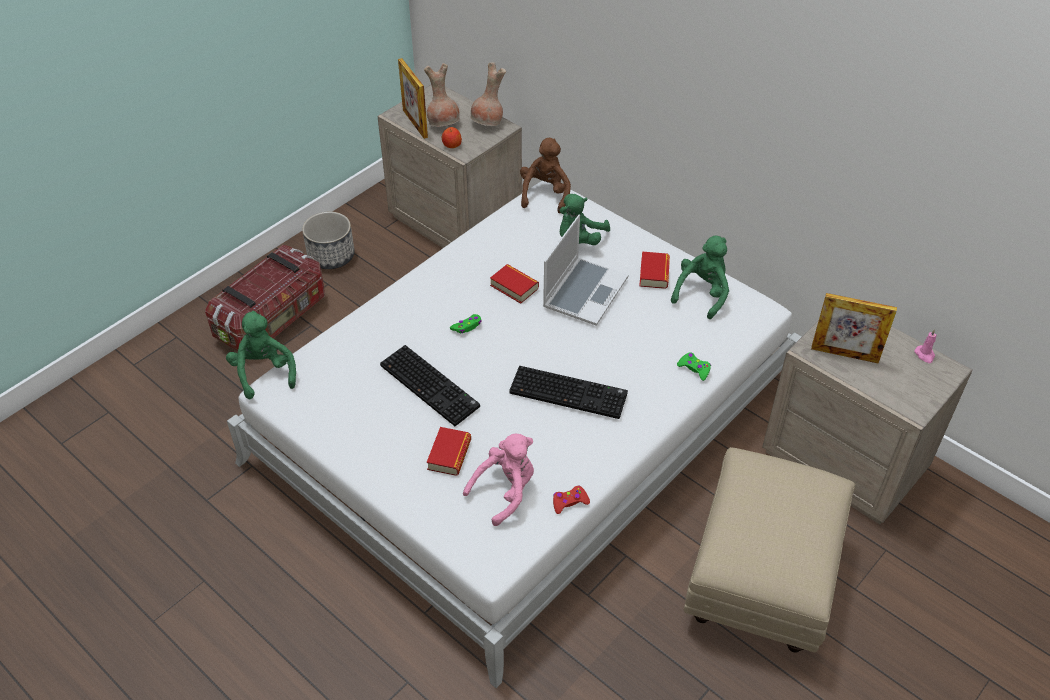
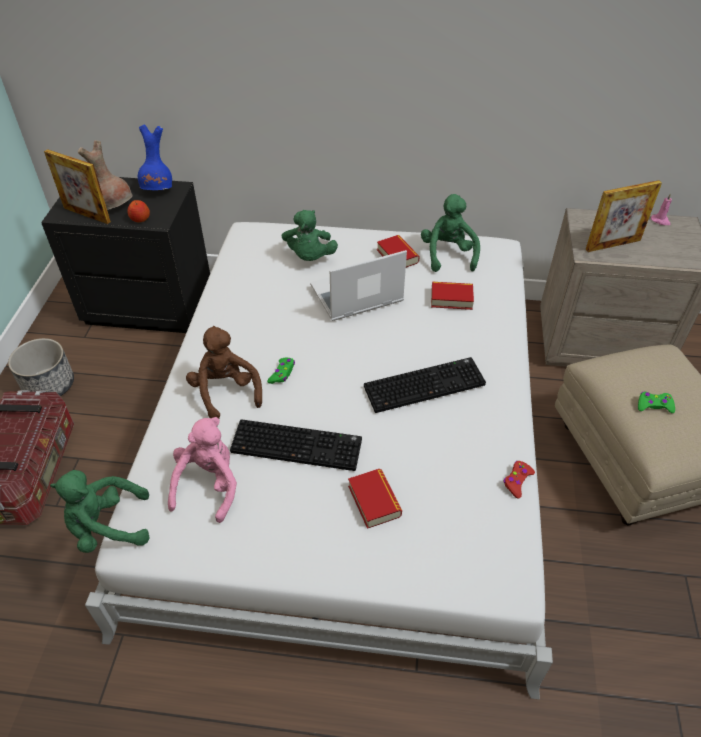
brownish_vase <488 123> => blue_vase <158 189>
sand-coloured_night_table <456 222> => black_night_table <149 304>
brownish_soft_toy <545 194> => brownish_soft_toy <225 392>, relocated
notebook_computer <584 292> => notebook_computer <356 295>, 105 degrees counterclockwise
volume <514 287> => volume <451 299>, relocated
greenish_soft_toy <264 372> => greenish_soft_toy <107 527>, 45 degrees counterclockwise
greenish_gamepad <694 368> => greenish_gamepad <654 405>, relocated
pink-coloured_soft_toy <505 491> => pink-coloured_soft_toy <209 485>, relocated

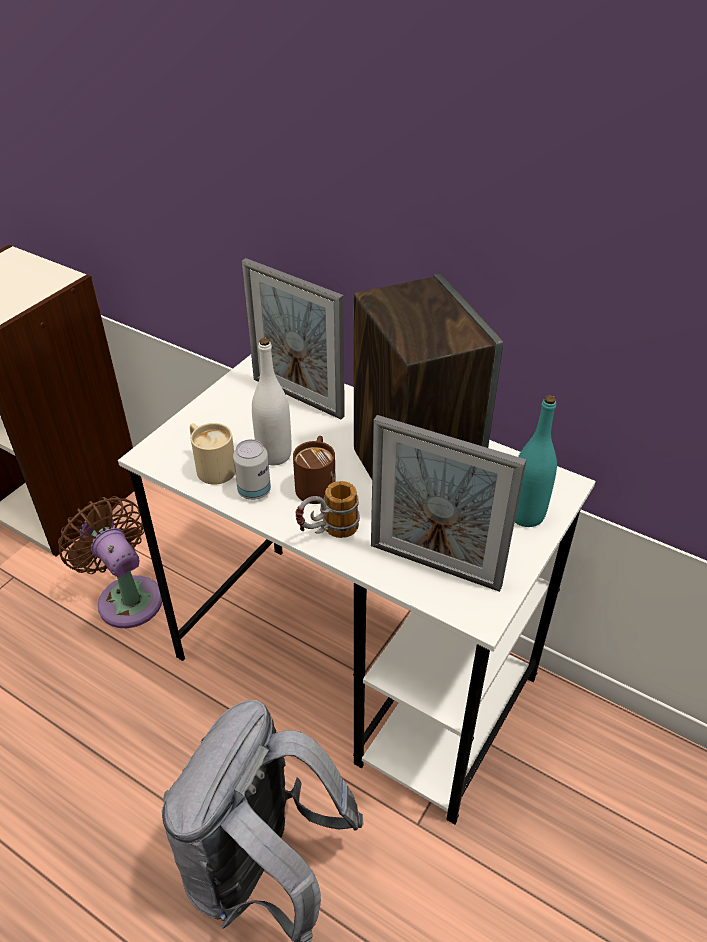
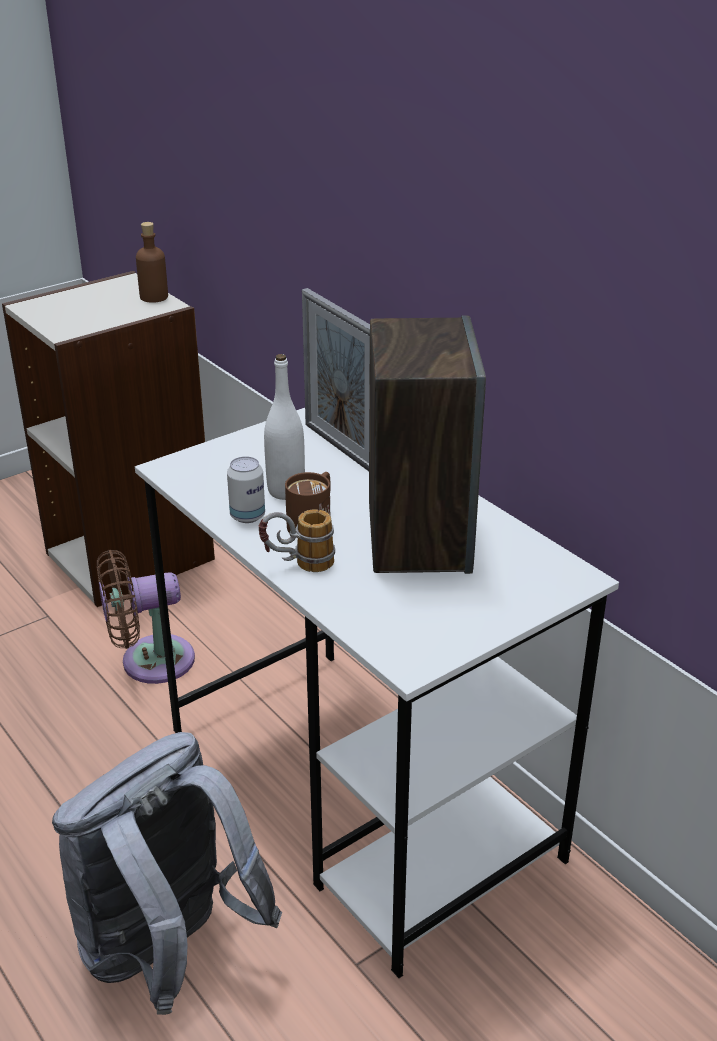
turquoise_drink_bottle <526 515> => nothing
photo_frame <434 565> => nothing
sand-coloured_tea_mug <211 466> => nothing
brownish_electric_fan <127 597> => brownish_electric_fan <150 661>, 90 degrees counterclockwise
nothing => brownish_drink_bottle <154 297>

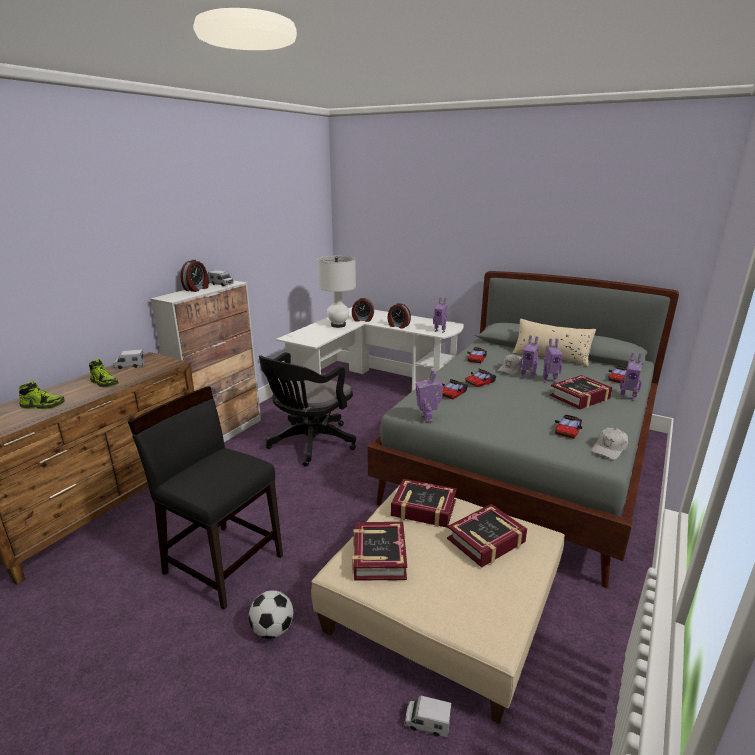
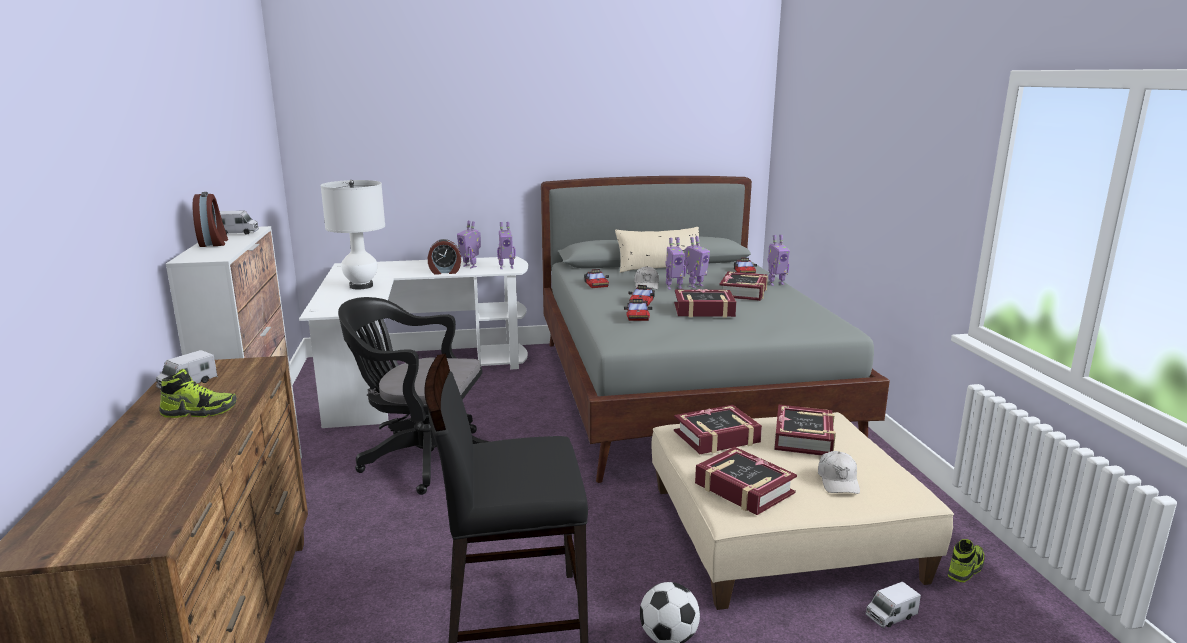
alarm_clock <362 320> => nothing
black_desk_chair <309 444> => black_desk_chair <422 458>, 105 degrees clockwise
robot_figure <427 418> => robot_figure <470 266>, relocated
shoe <43 405> => shoe <965 569>, relocated
miniature_car <568 430> => nothing
white_peaked_cap <609 449> => white_peaked_cap <838 481>, relocated
nothing => volume <704 310>

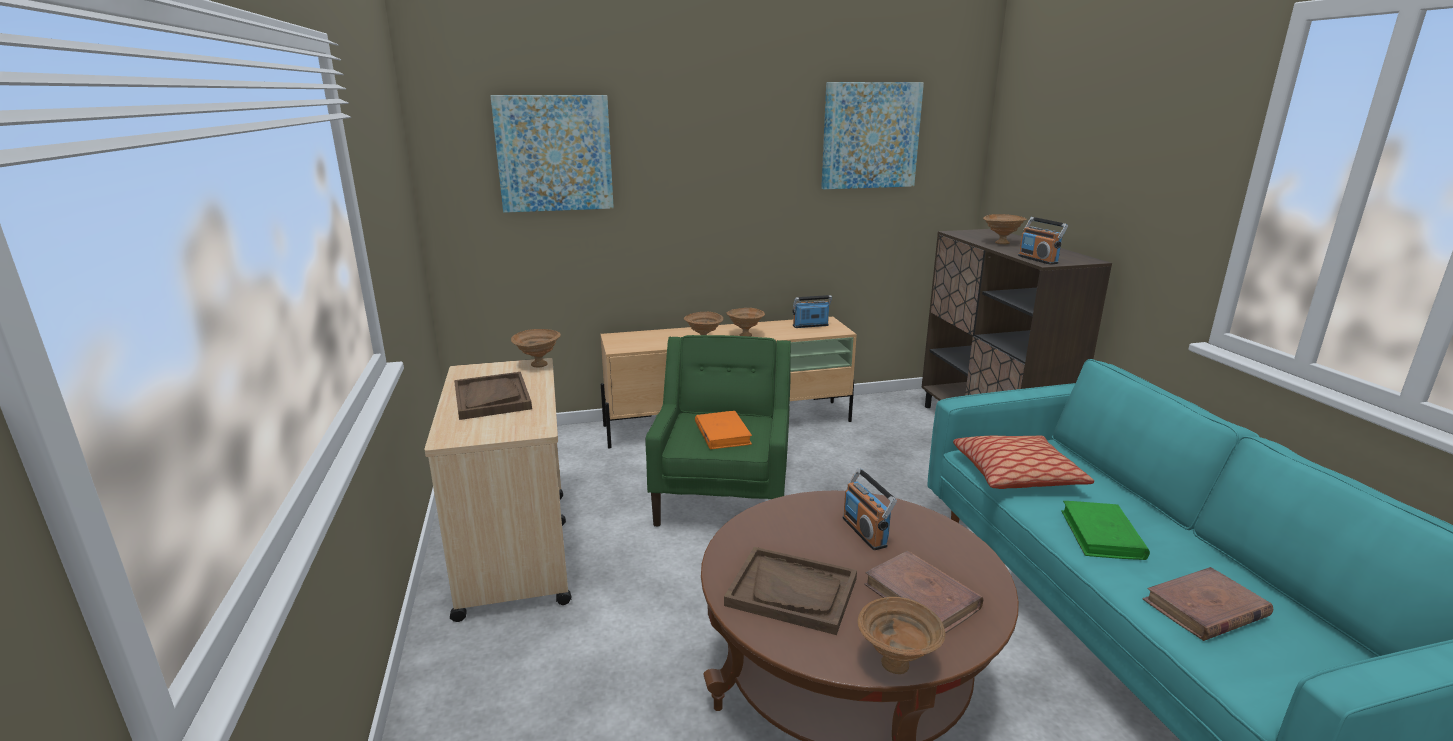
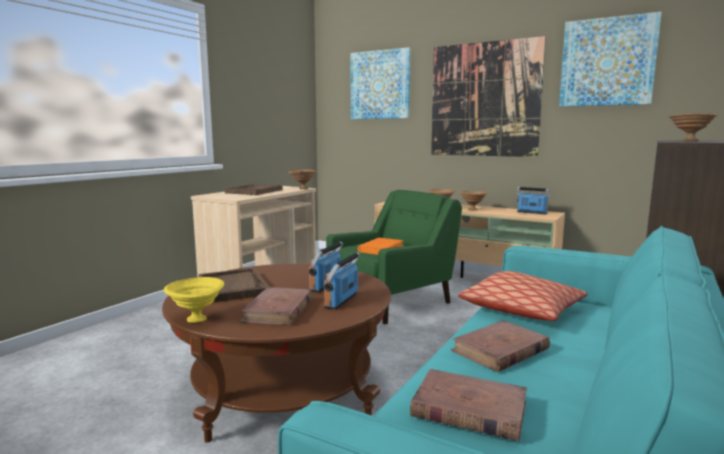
radio_set <1038 260> => radio_set <341 301>, relocated
greenish_volume <1102 535> => brownish_volume <500 350>
brownish_bowl <897 664> => yellow-coloured_bowl <197 320>
nothing => wall_picture <484 100>

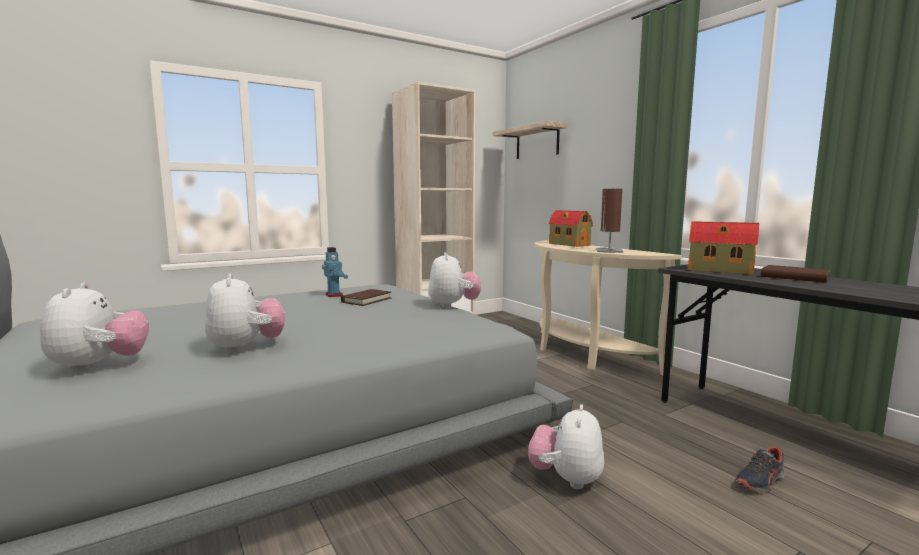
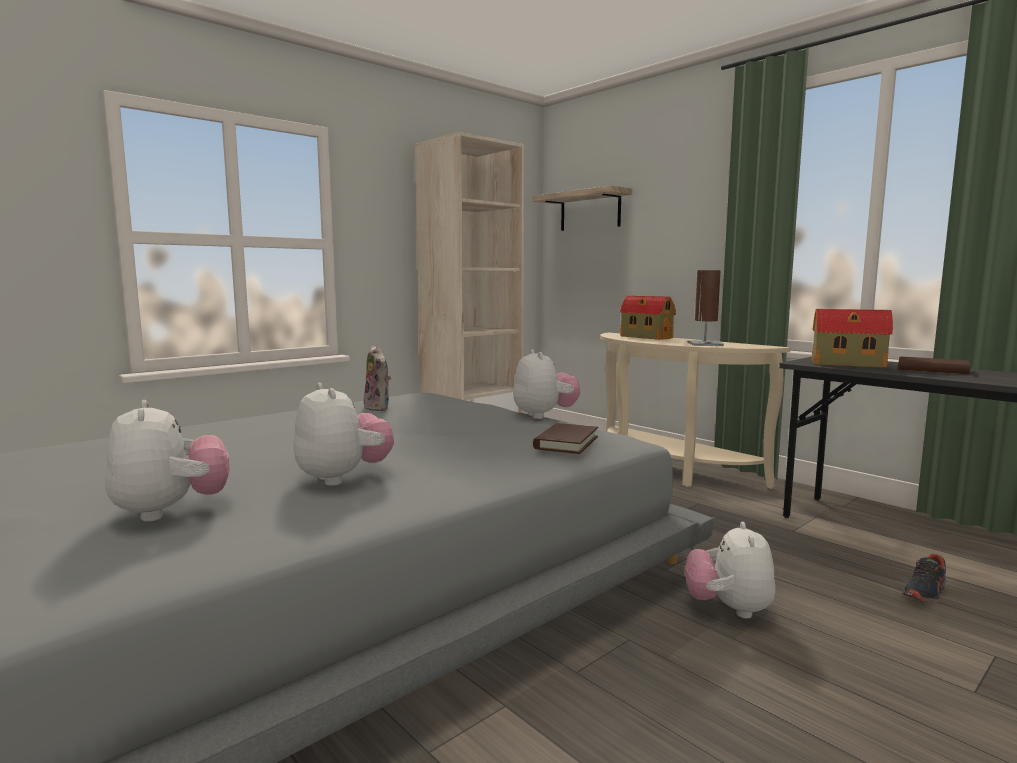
robot_figure <334 295> => soft_toy <379 408>
brownish_volume <366 300> => brownish_volume <566 442>, relocated

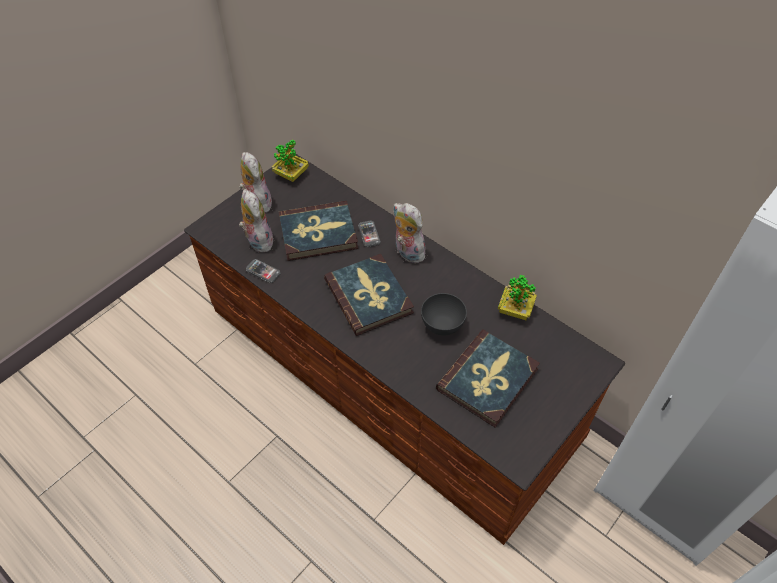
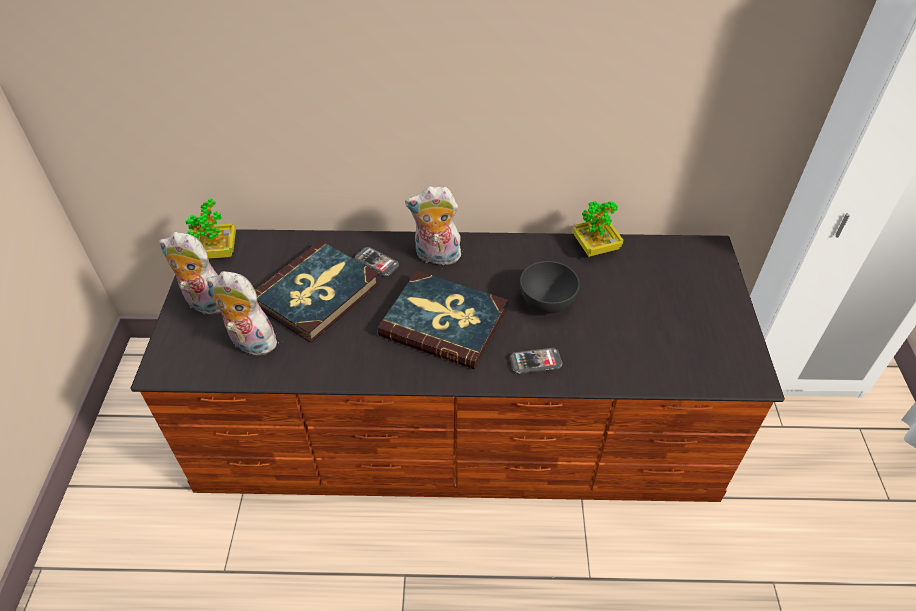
telephone <263 271> => telephone <535 362>, relocated
volume <488 379> => nothing

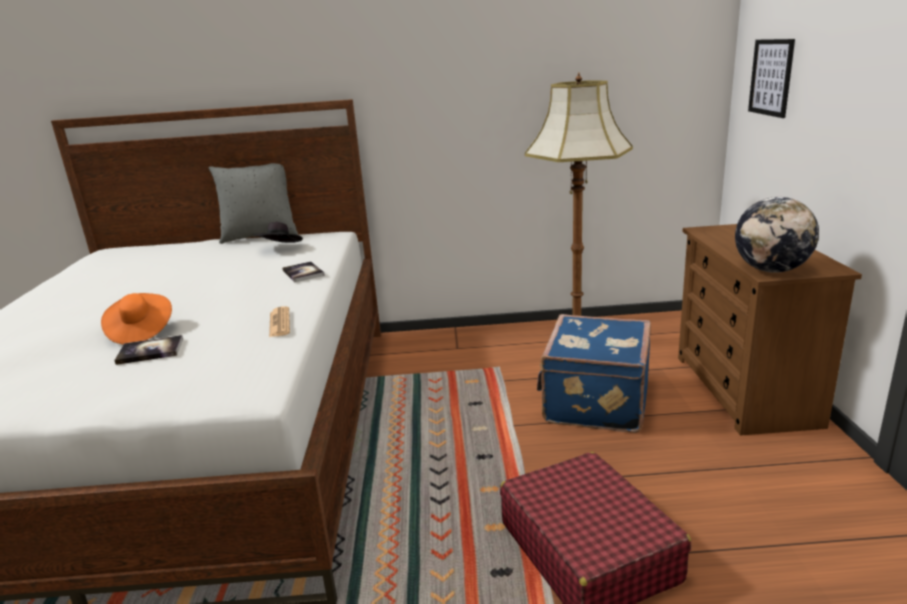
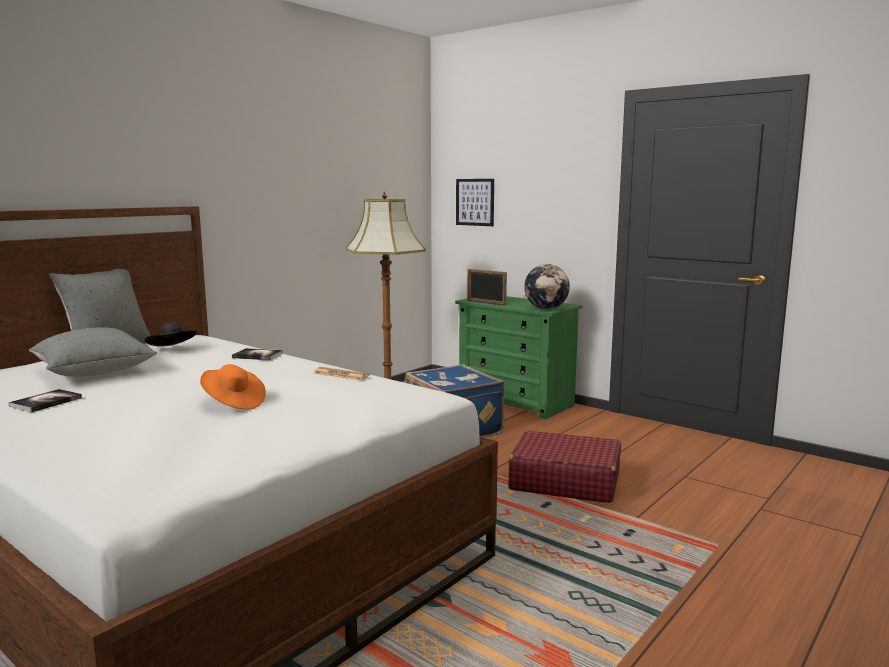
brownish_chest_of_drawers <744 390> => greenish_chest_of_drawers <516 402>
volume <150 351> => volume <46 402>, relocated
nothing => photo_frame <486 303>
nothing => gray_pillow <94 372>

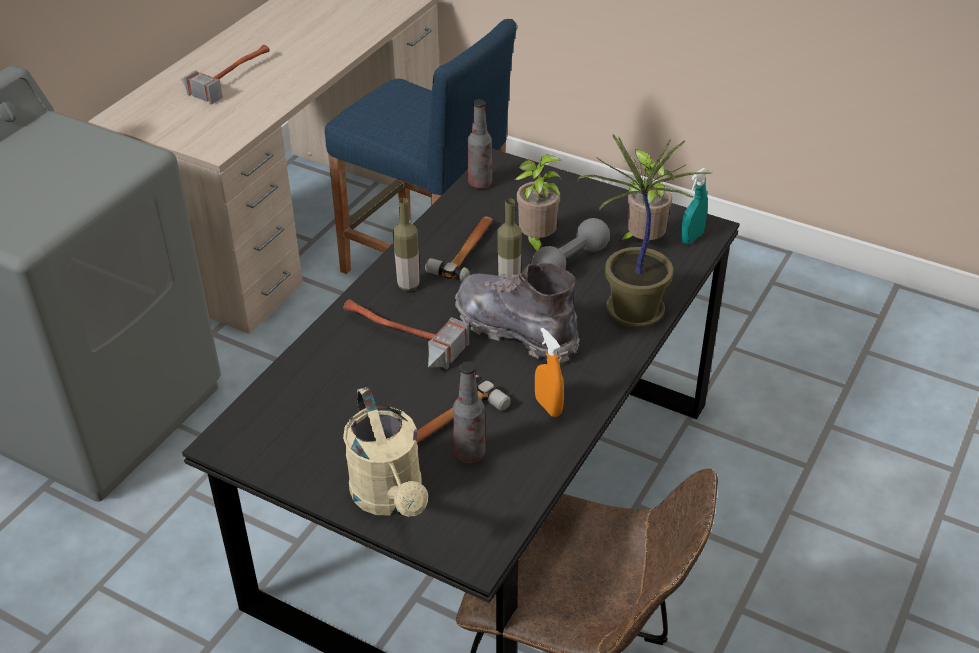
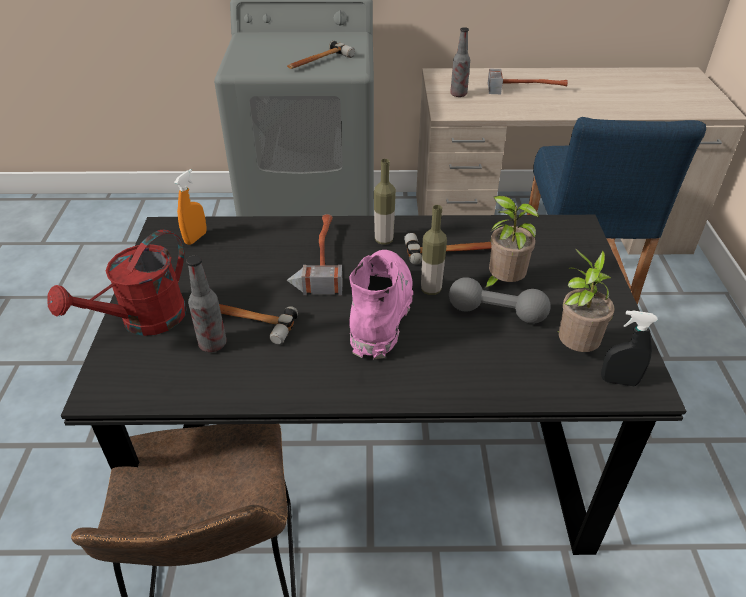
drink_bottle <480 183> => drink_bottle <458 94>, relocated
potted_plant <632 312> => nothing
turquoise_hand_sprayer <691 238> => black_hand_sprayer <619 381>
gray_boot <516 329> => pink-coloured_boot <380 313>
orange_hand_sprayer <548 407> => orange_hand_sprayer <196 238>, relocated
sand-coloured_watering_can <391 498> => reddish_watering_can <144 321>
nothing => hammer <318 62>

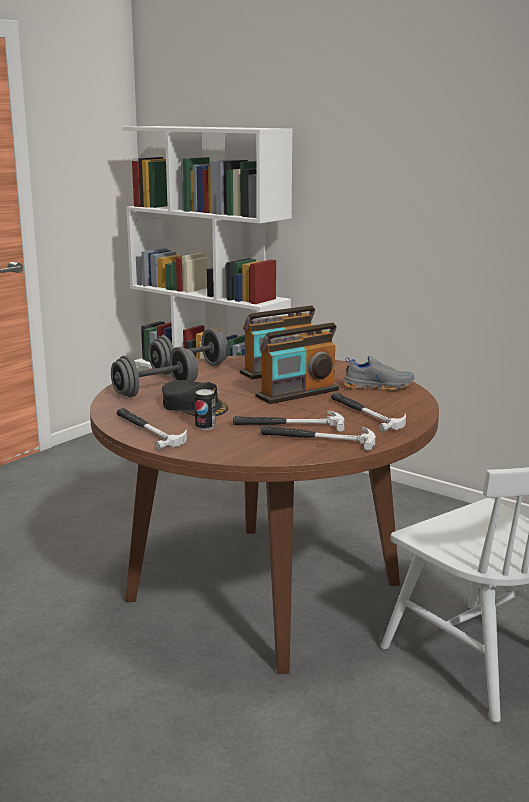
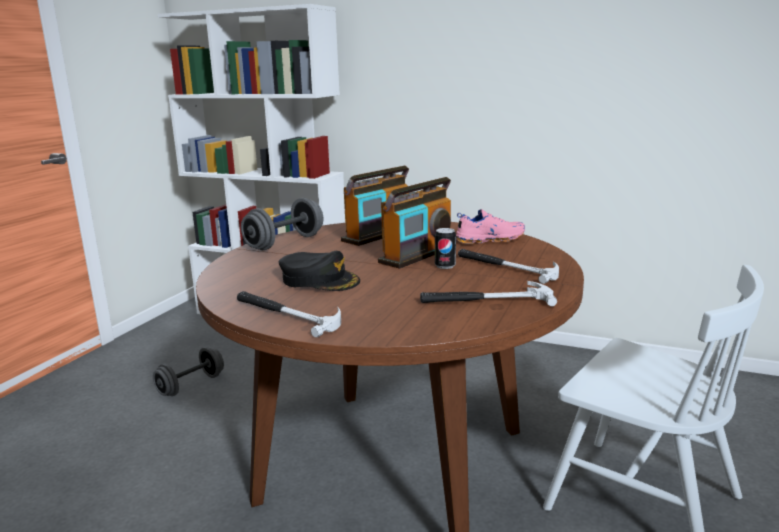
gray_hand_weight <155 391> => gray_hand_weight <191 385>, relocated
gray_shoe <378 386> => pink-coloured_shoe <489 240>
sealed_can <205 427> => sealed_can <445 266>, relocated
hammer <288 425> => nothing

